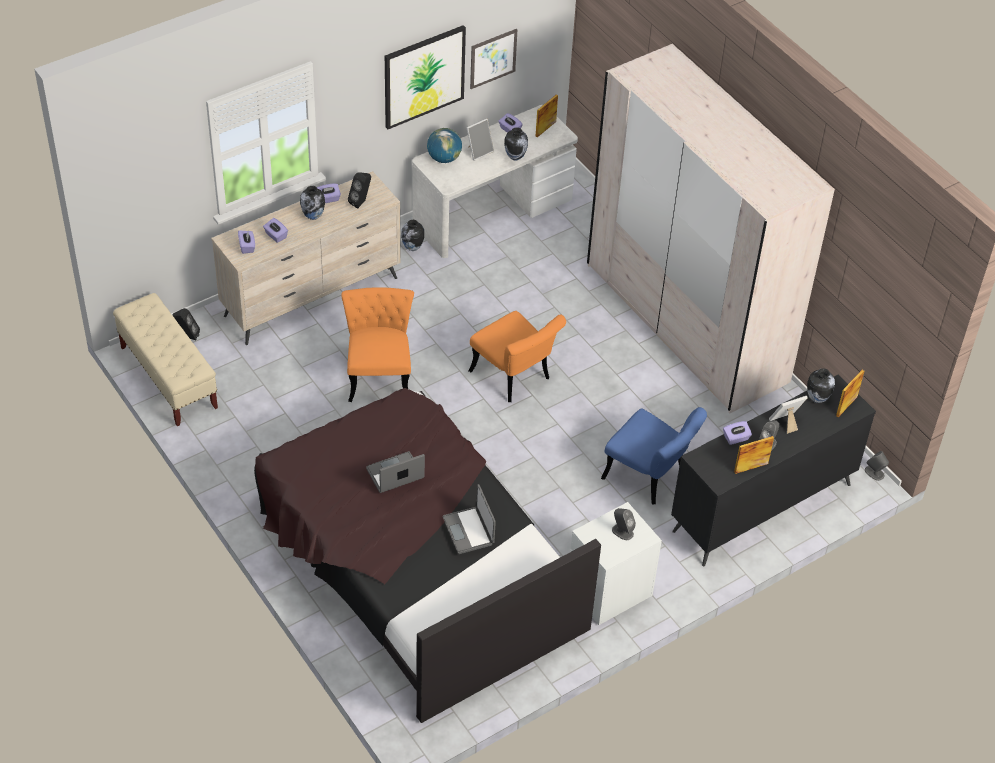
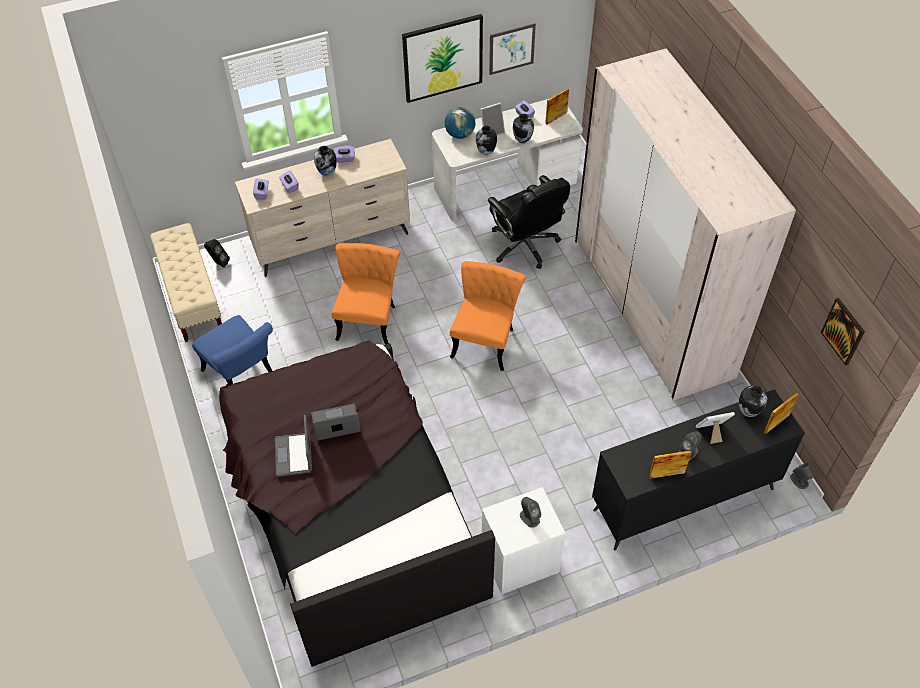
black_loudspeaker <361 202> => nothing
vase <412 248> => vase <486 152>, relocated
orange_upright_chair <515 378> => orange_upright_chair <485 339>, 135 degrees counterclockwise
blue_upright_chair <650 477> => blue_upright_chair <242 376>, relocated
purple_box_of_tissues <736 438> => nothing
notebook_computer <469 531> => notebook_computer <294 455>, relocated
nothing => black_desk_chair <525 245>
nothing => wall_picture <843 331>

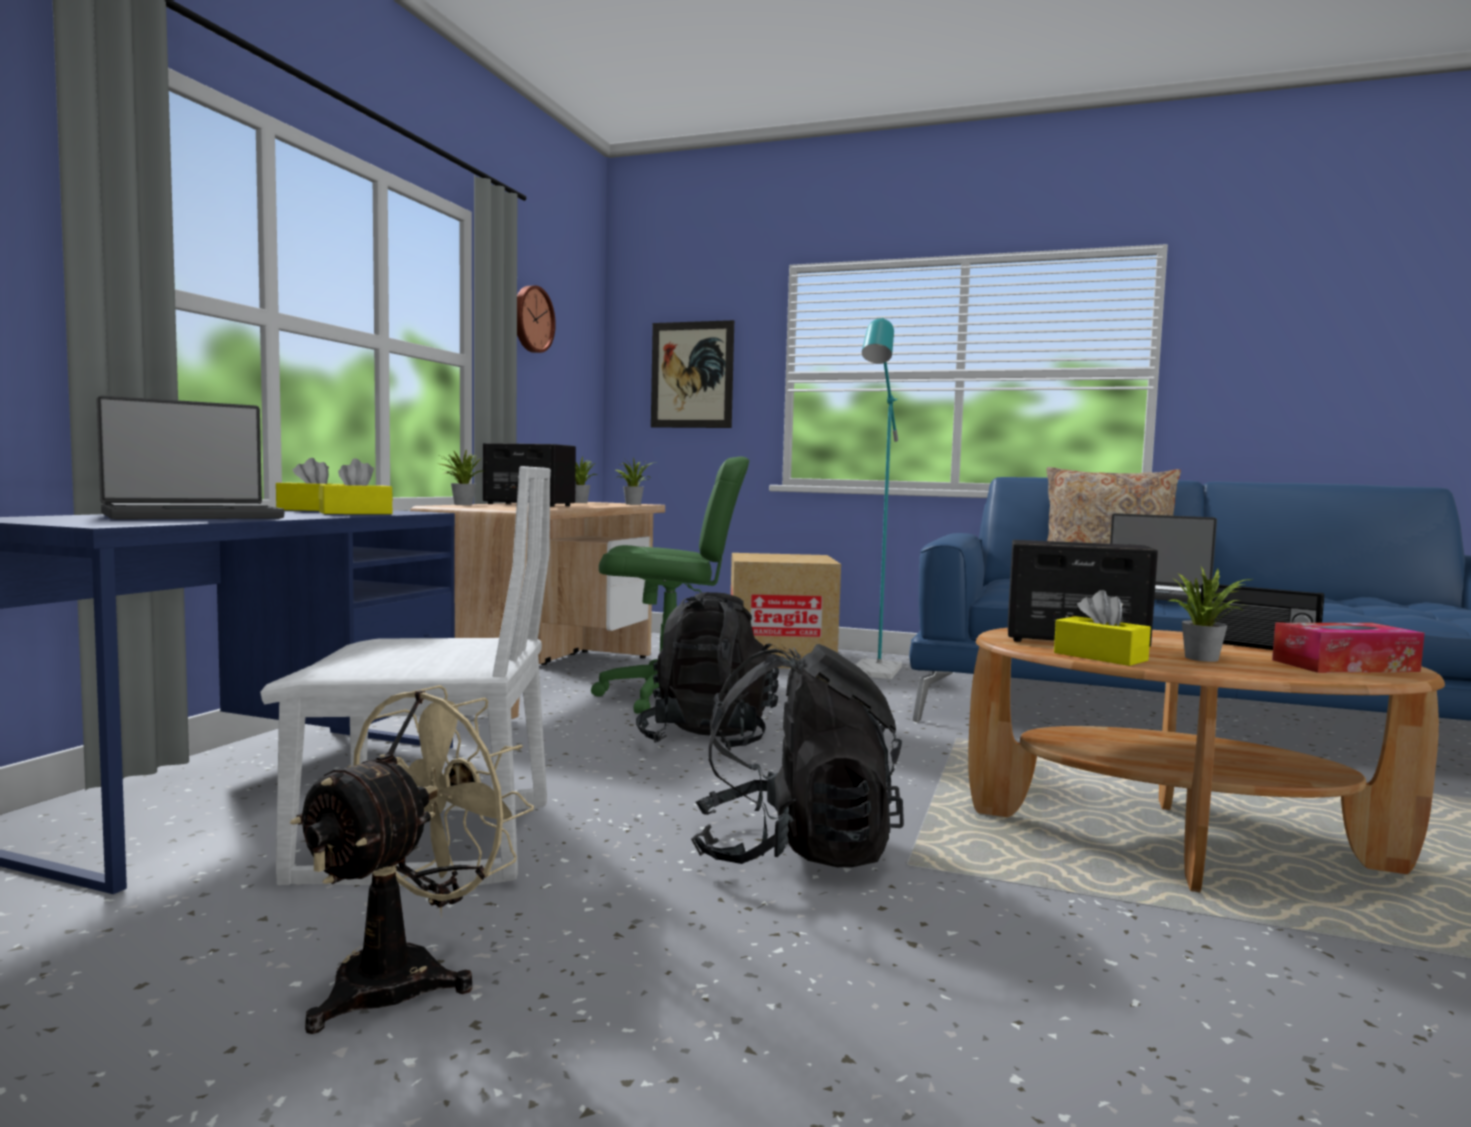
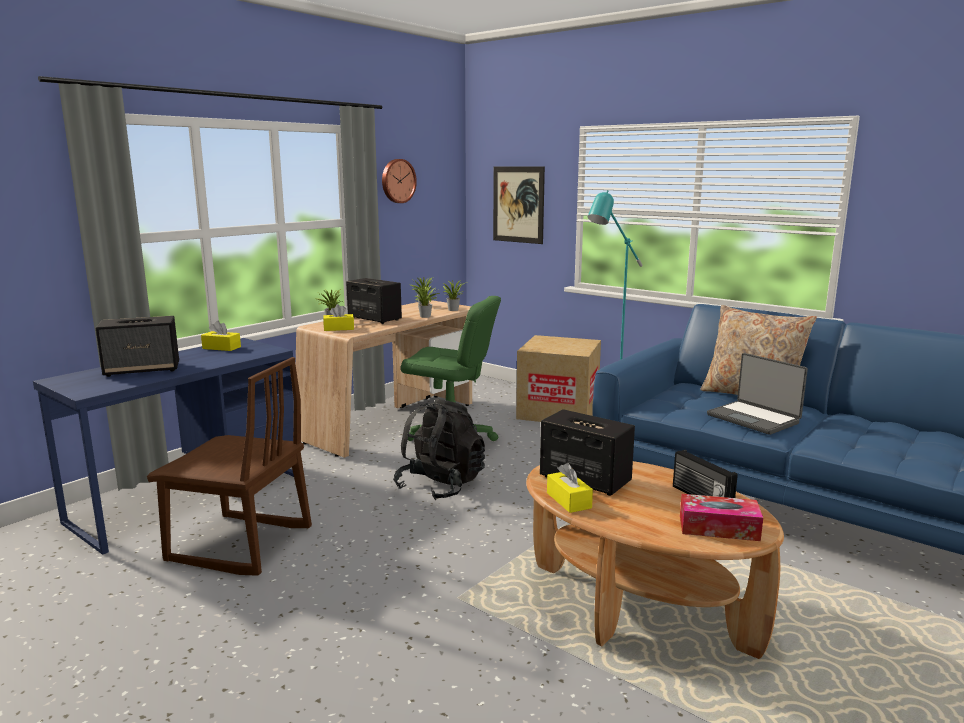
notebook_computer <193 516> => loudspeaker <143 369>
yellow-coloured_box_of_tissues <355 513> => yellow-coloured_box_of_tissues <339 328>, relocated
white_upright_chair <426 845> => brownish_upright_chair <239 545>
potted_plant <1206 659> => potted_plant <426 316>, relocated
black_backpack <794 851> => nothing
sand-coloured_electric_fan <408 974> => nothing

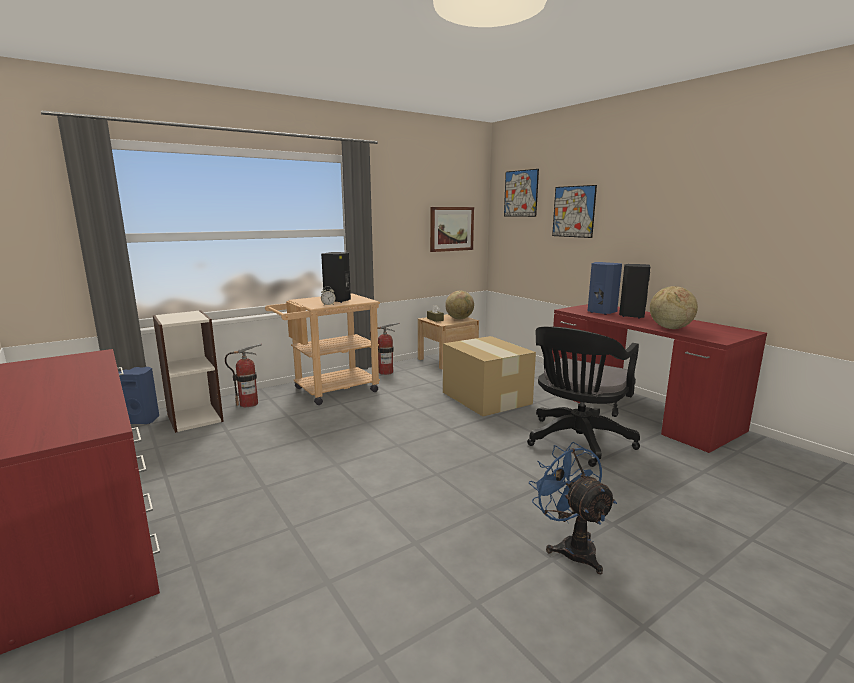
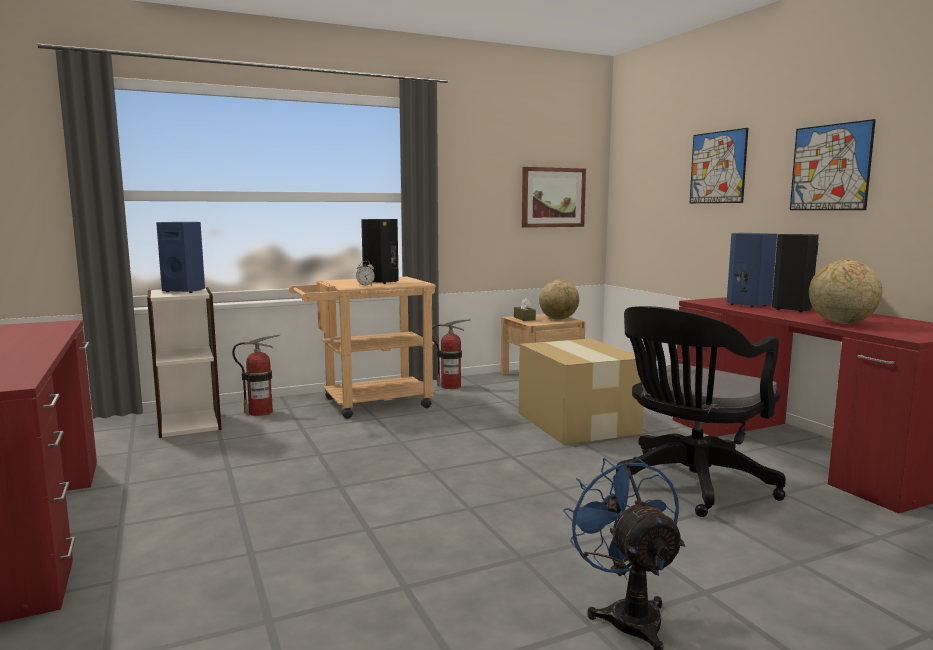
wall_picture <521 193> => wall_picture <830 167>, relocated
blue_loudspeaker <143 420> => blue_loudspeaker <185 291>, relocated

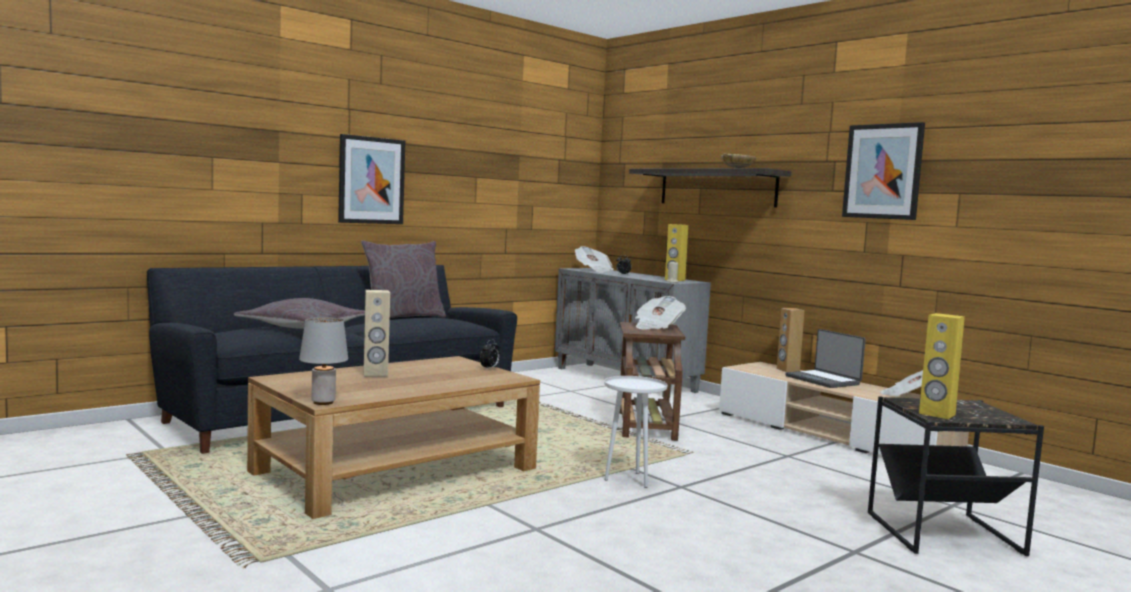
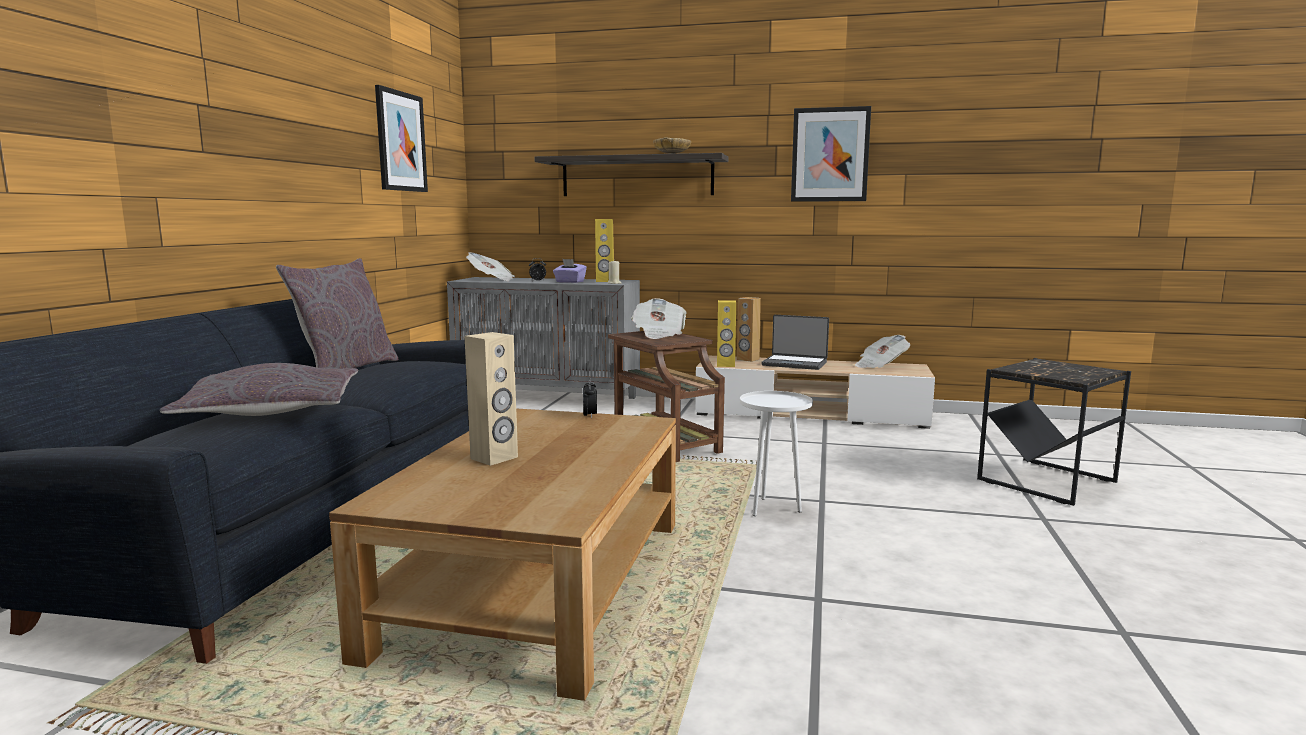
wall_picture <371 180> => wall_picture <400 141>, relocated
yellow-coloured_loudspeaker <937 414> => yellow-coloured_loudspeaker <725 365>, relocated
gray_lamp_for_a_table <322 402> => nothing
nothing => purple_box_of_tissues <569 282>

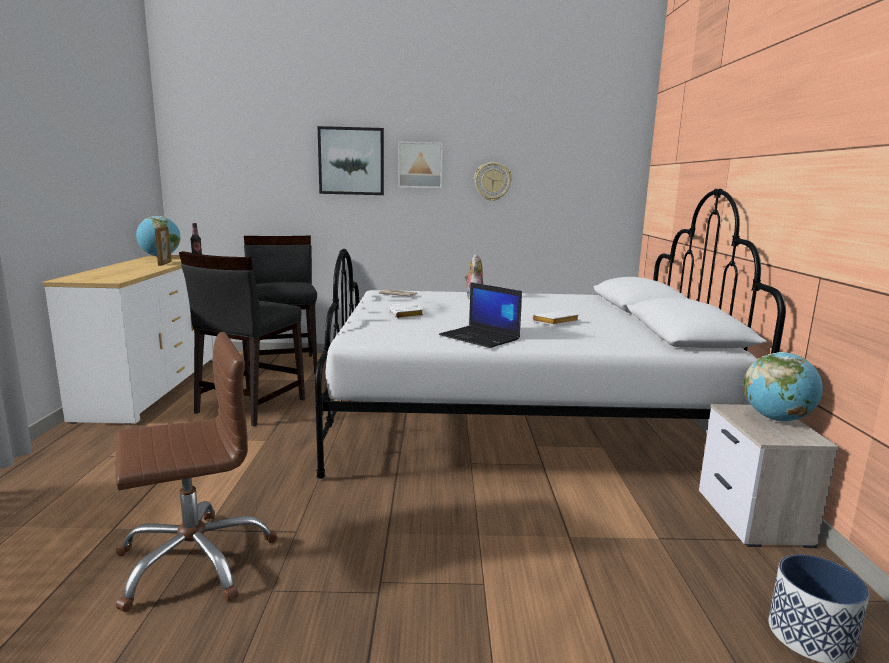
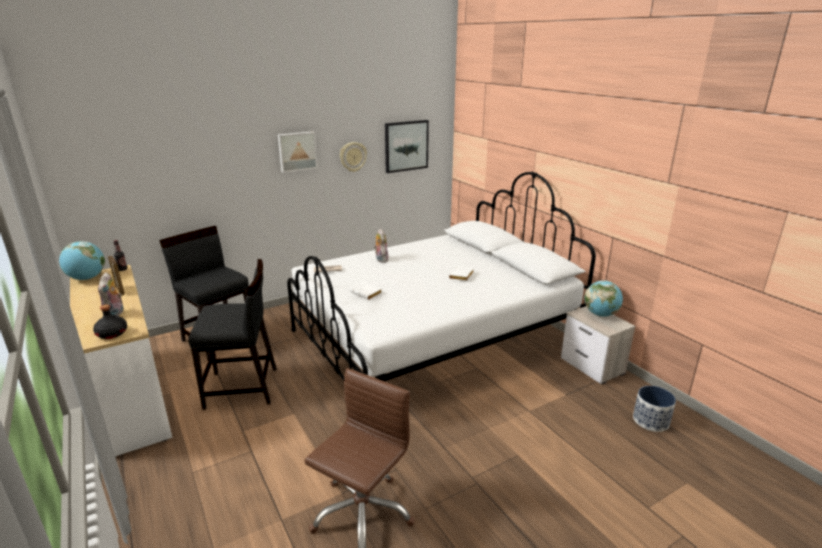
wall_picture <351 161> => wall_picture <406 146>, relocated
black_upright_chair <249 406> => black_upright_chair <242 388>, 90 degrees counterclockwise
notebook_computer <480 337> => nothing
nothing => soft_toy <115 314>
nothing => black_drink_bottle <112 333>

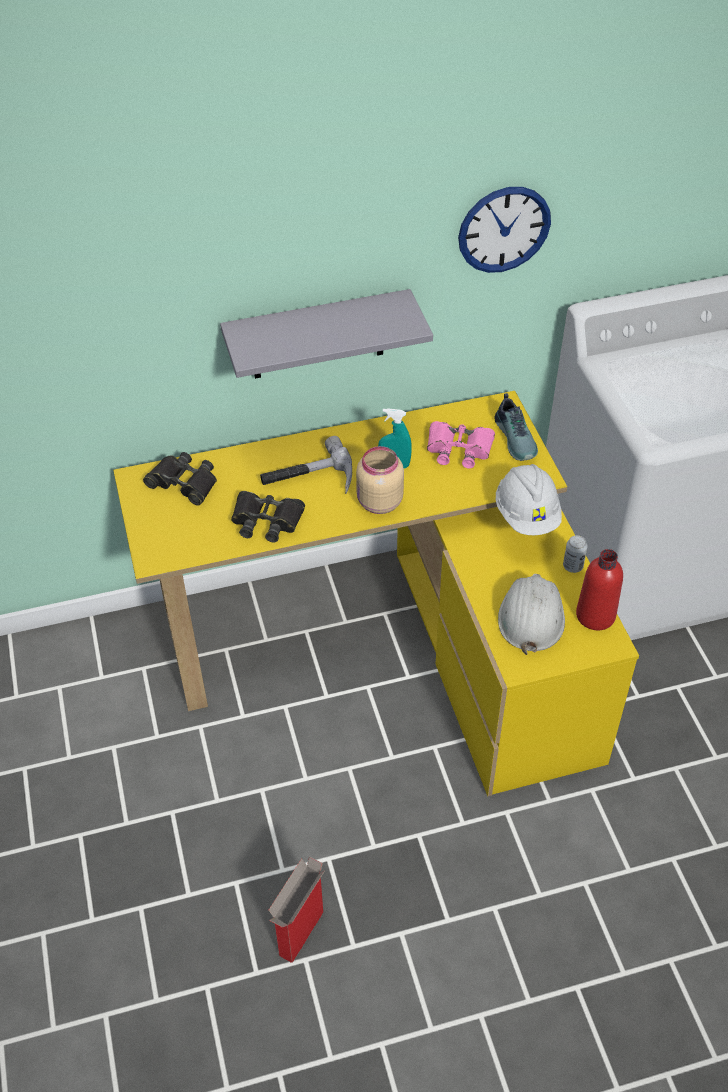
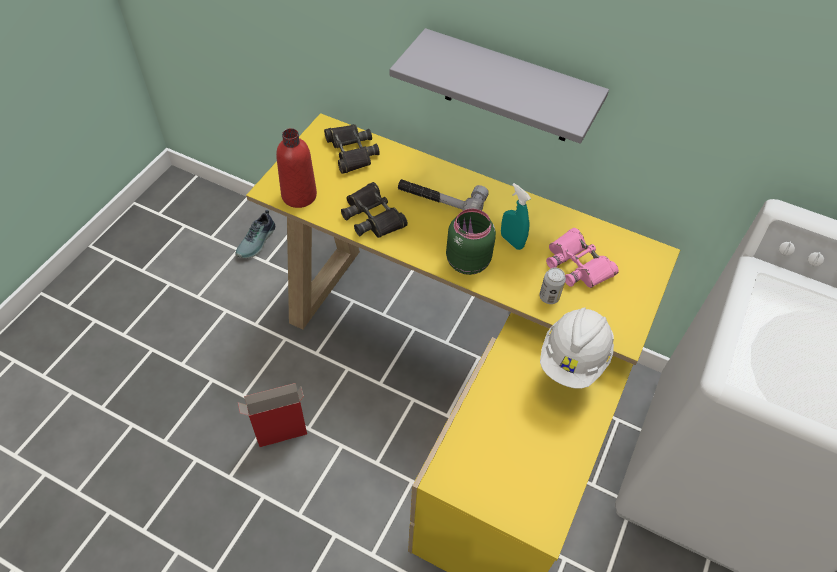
hanging_clock <504 229> => nothing
shoe <517 438> => shoe <257 242>, relocated
sand-coloured_jar <378 503> => greenish_jar <466 261>
sealed_can <572 566> => sealed_can <549 297>, relocated
reddish_drink_bottle <595 615> => reddish_drink_bottle <299 195>, relocated
white_hard_hat <531 616> => nothing
carton <300 935> => carton <281 436>, relocated

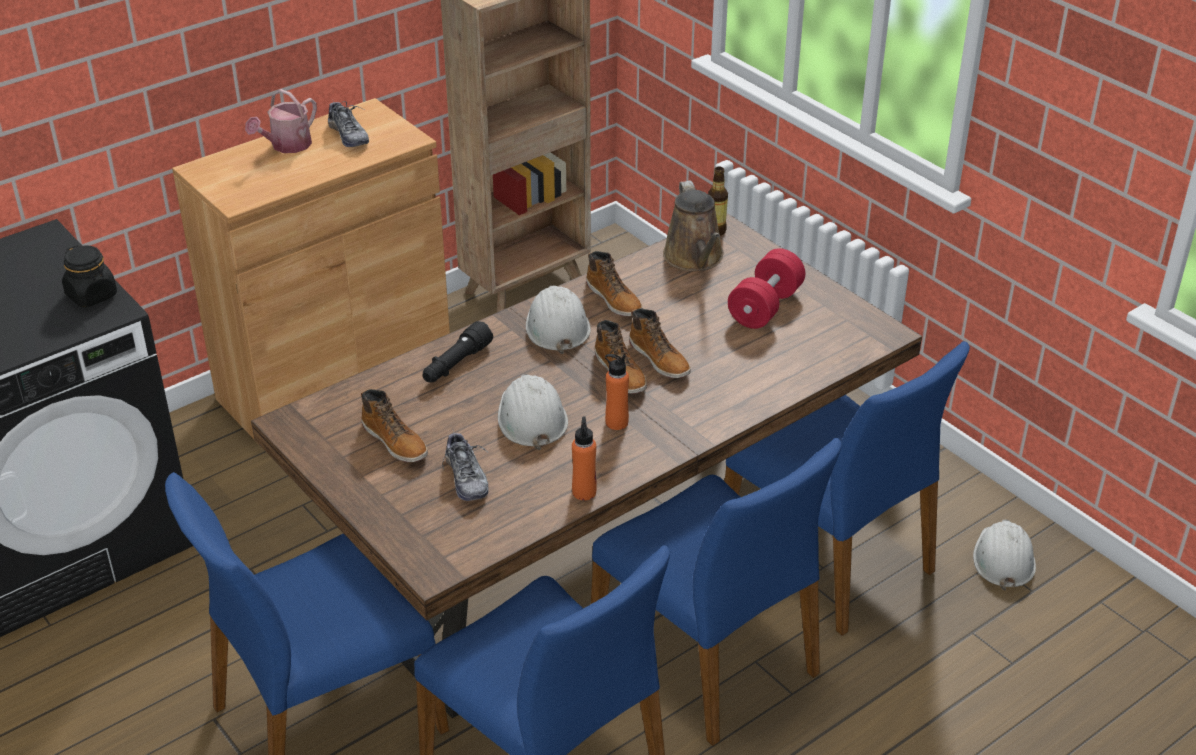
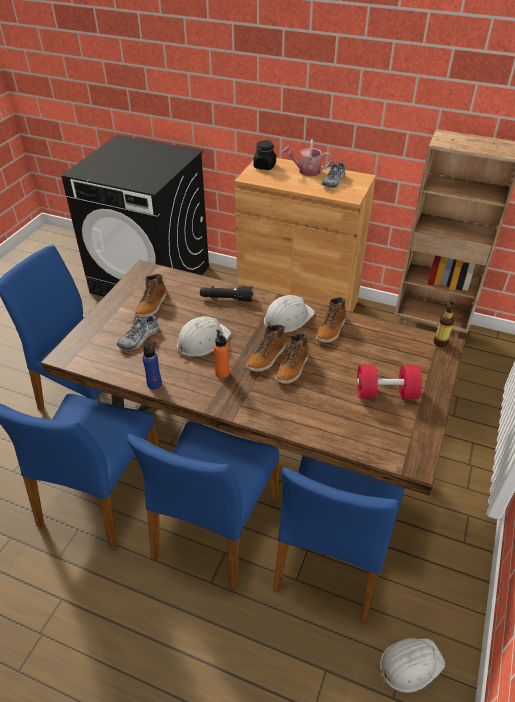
brownish_watering_can <695 258> => nothing
black_jar <92 295> => black_jar <264 166>, relocated
orange_drink_bottle <584 492> => blue_drink_bottle <154 384>

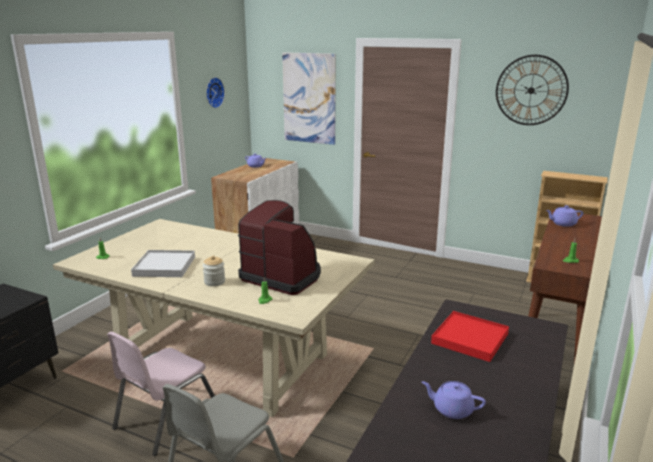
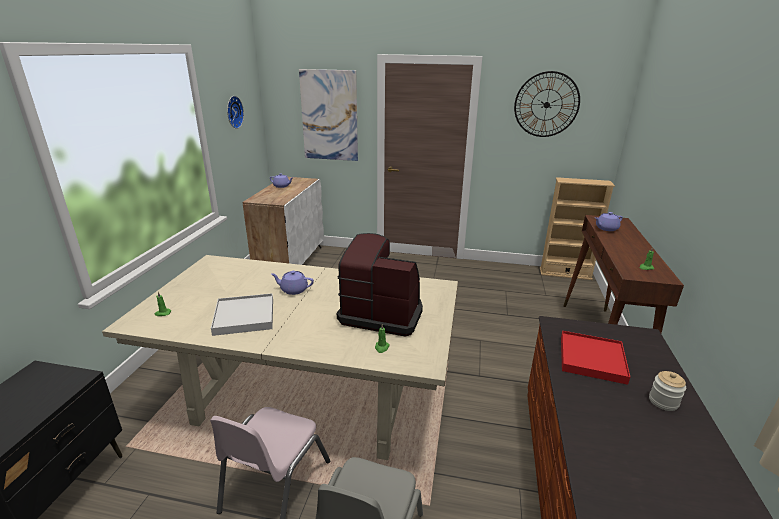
jar <214 282> => jar <663 401>, relocated
purple_pot_for_tea <452 409> => purple_pot_for_tea <293 290>, relocated

